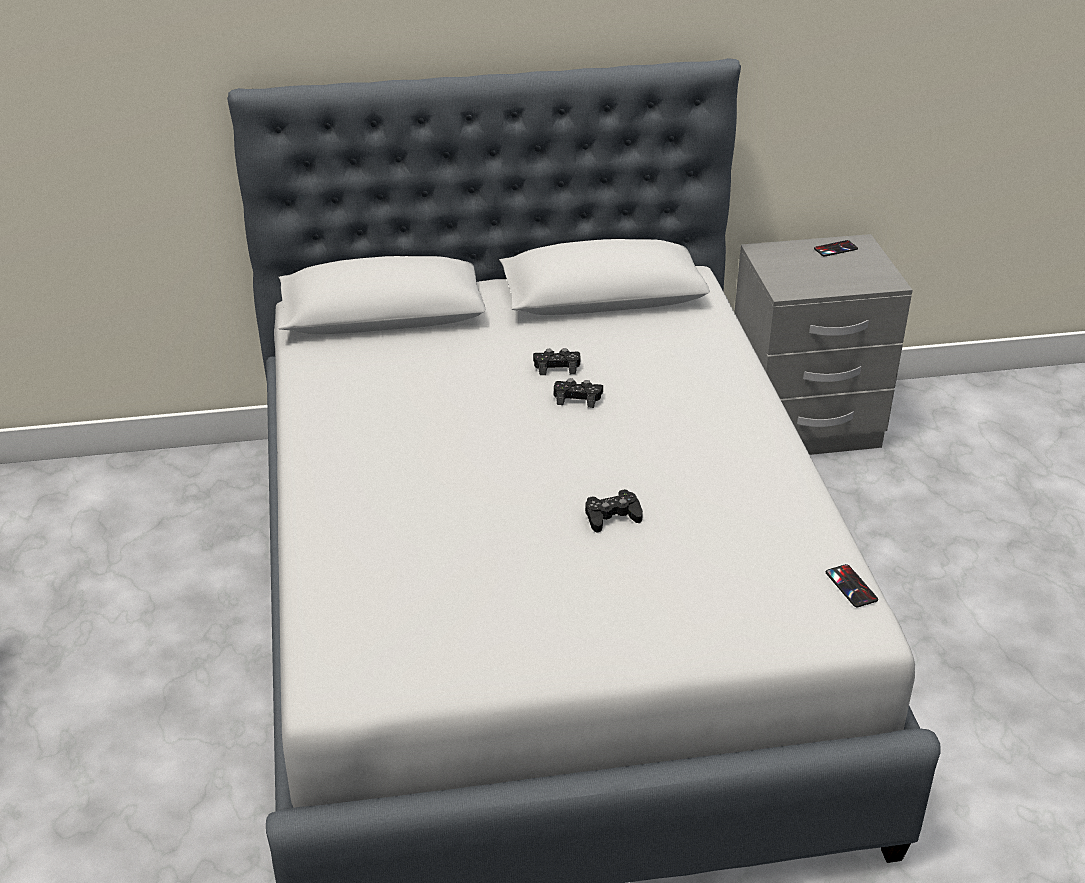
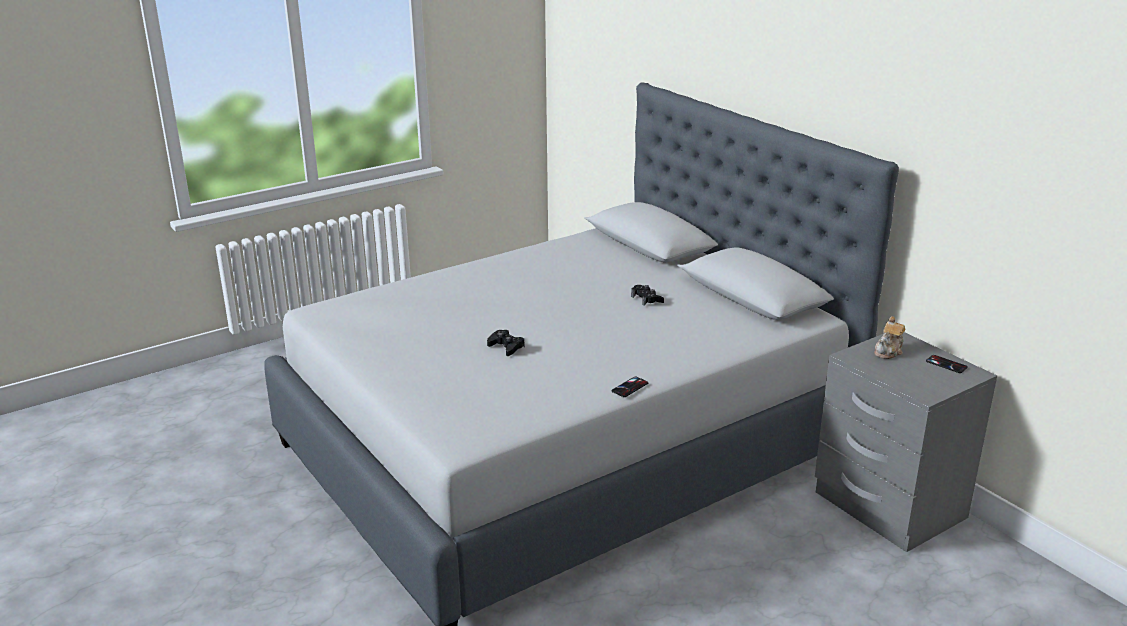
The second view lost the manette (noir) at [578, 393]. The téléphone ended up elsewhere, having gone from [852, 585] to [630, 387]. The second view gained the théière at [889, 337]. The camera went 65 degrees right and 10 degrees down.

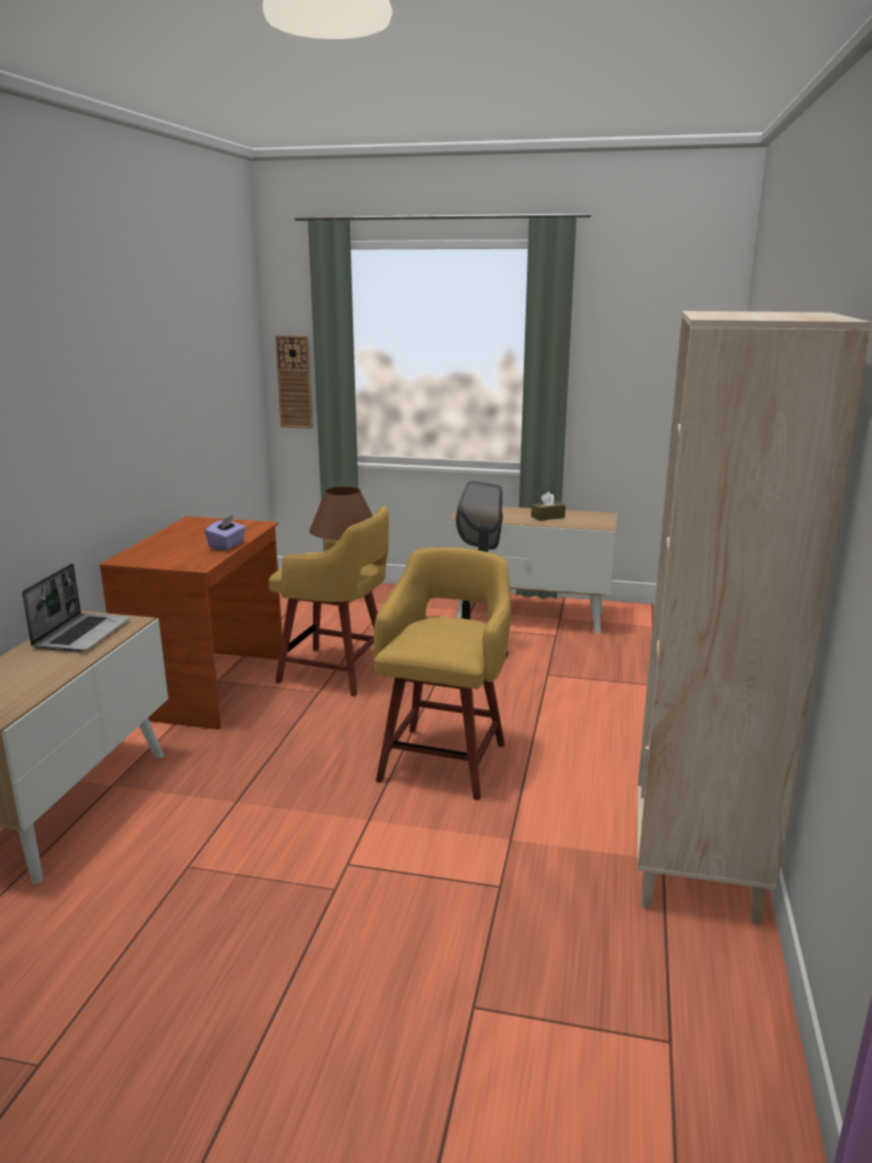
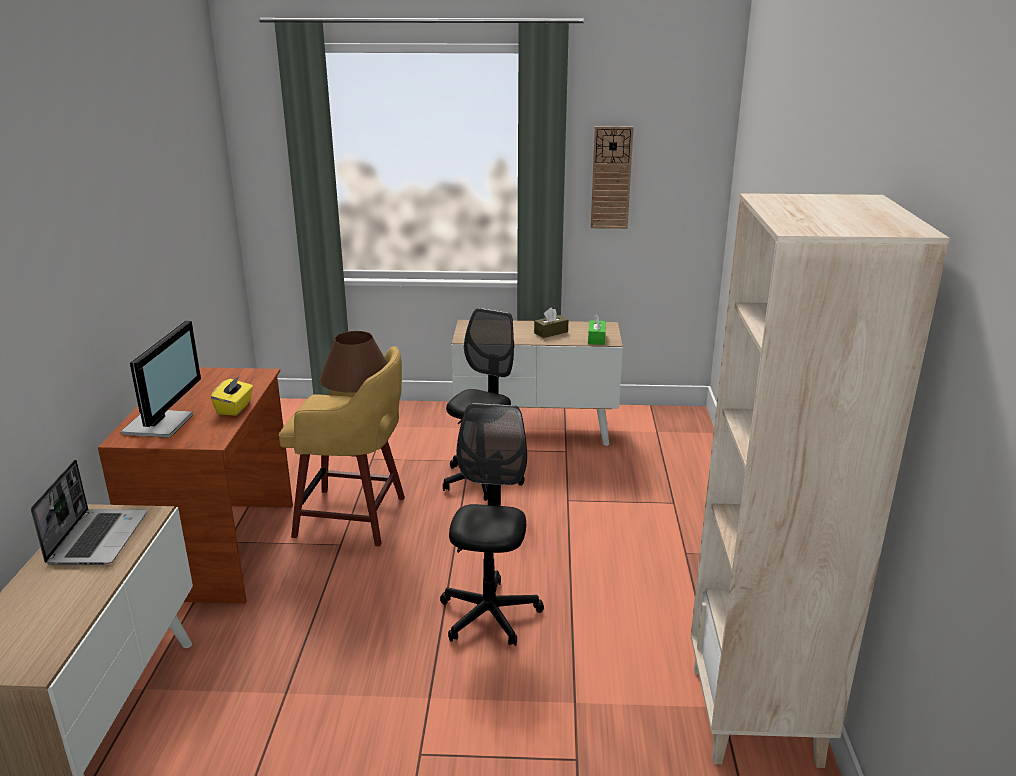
The horloge murale ended up elsewhere, having gone from [294, 382] to [612, 177]. What was the boîte à mouchoirs (violet) at [225, 532] turned into the boîte à mouchoirs (jaune) at [232, 396]. Where the tabouret (jaune) stood at [442, 673], the chaise de bureau (noir) came to stand at [492, 524]. The second view gained the boîte à mouchoirs (vert) at [597, 329]. The second view gained the écran d'ordinateur at [161, 379]. The camera went 10 degrees left and 5 degrees up.

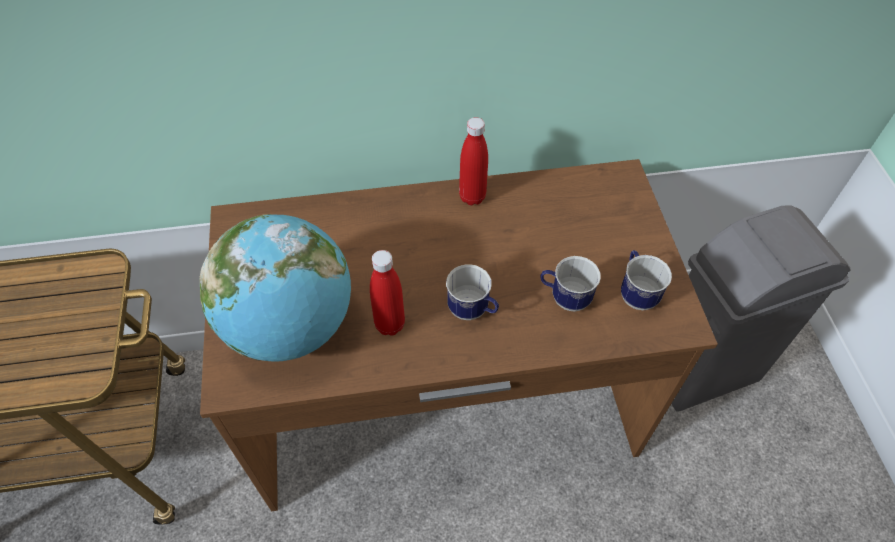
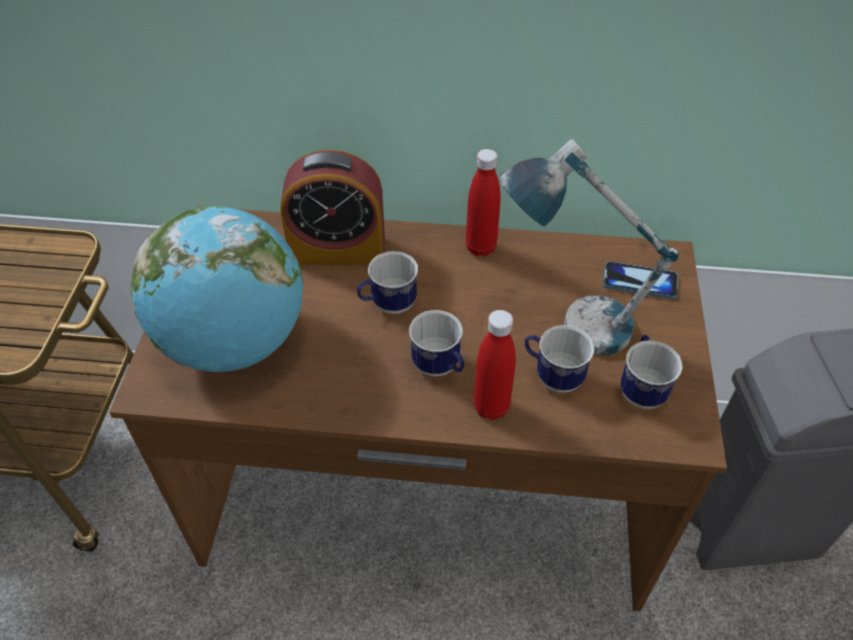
The bouteille (rouge) ended up elsewhere, having gone from [387, 293] to [494, 365]. The second view gained the lampe de table at [589, 247]. The second view gained the réveil at [333, 207]. The second view gained the mug at [387, 282]. The second view gained the téléphone at [640, 280]. The camera went 15 degrees right and 5 degrees down.

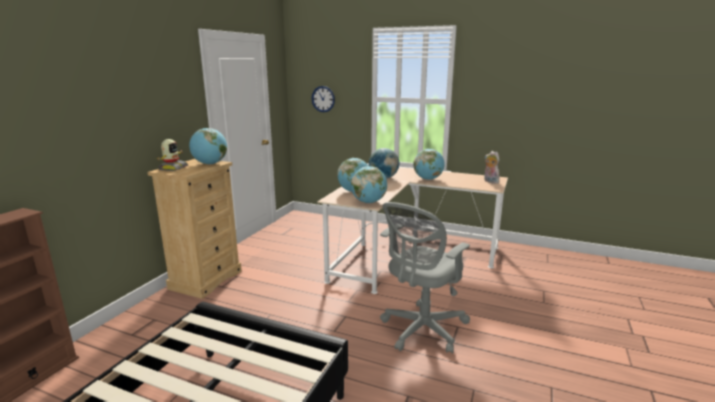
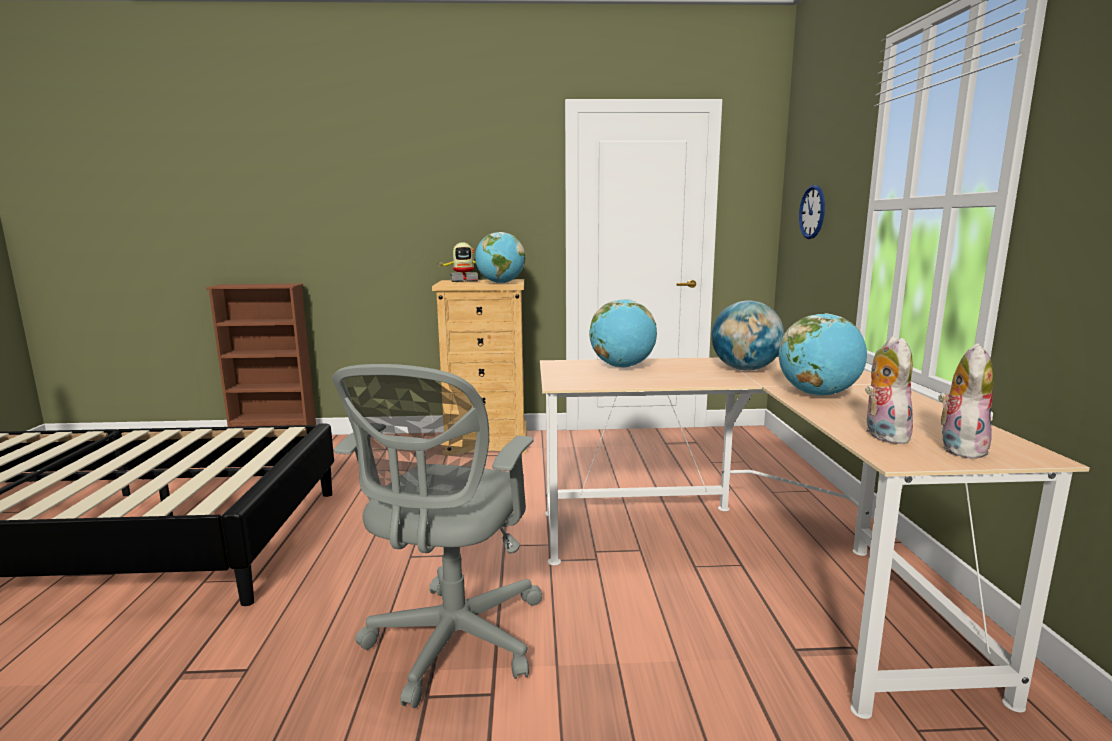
The second view lost the globe at [369, 184]. The chaise de bureau (gris) at [425, 278] ended up facing another way, 90 degrees counterclockwise from before. The second view gained the peluche at [889, 390]. The camera went 65 degrees right and 5 degrees down.

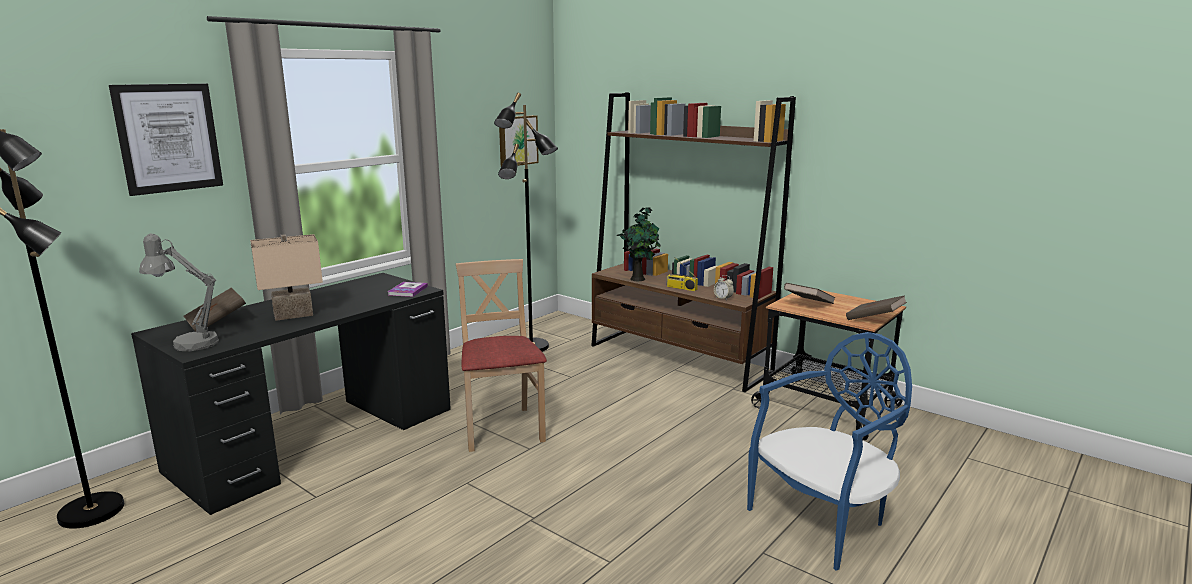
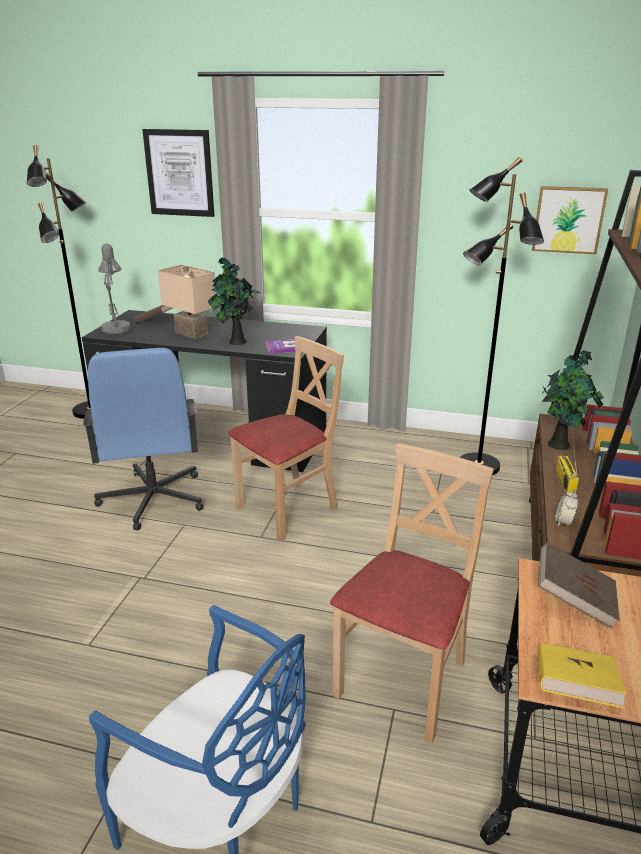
What was the livre (marron) at [876, 307] turned into the livre (jaune) at [582, 675]. The second view gained the plante en pot at [233, 301]. The second view gained the chaise de bureau (bleu) at [143, 439]. The second view gained the chaise (beige) at [412, 593]. The camera went 65 degrees right and 10 degrees up.

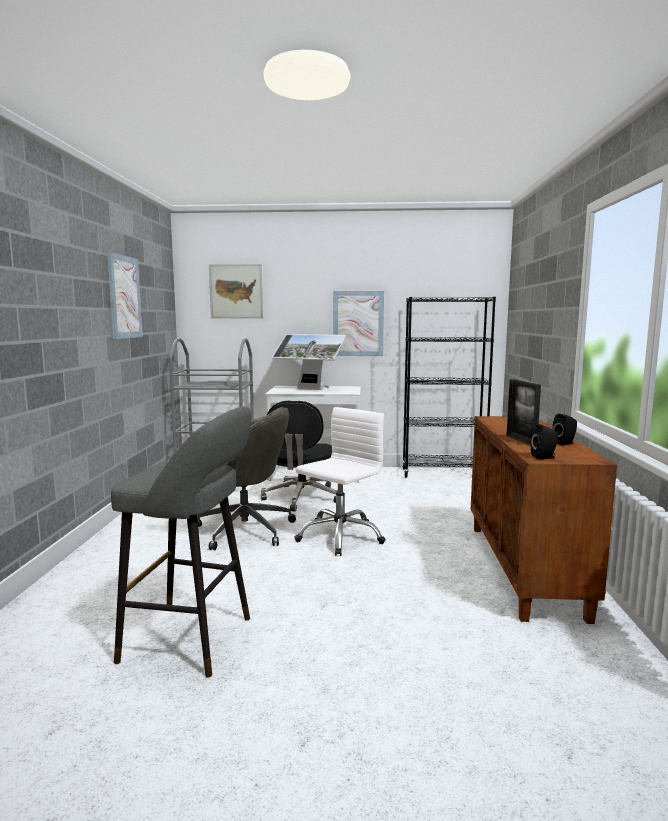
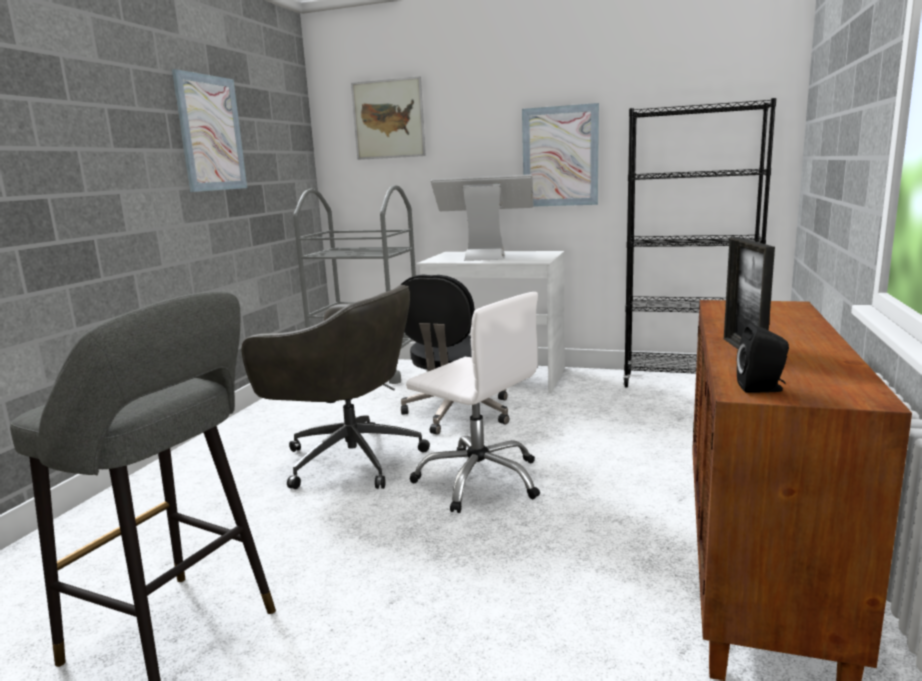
The écran d'ordinateur at [309, 362] ended up facing another way, 150 degrees clockwise from before. The chaise de bureau (blanc) at [340, 481] ended up facing another way, 75 degrees clockwise from before. The second view lost the enceinte (noir) at [564, 429]. The camera went 15 degrees right and 5 degrees up.

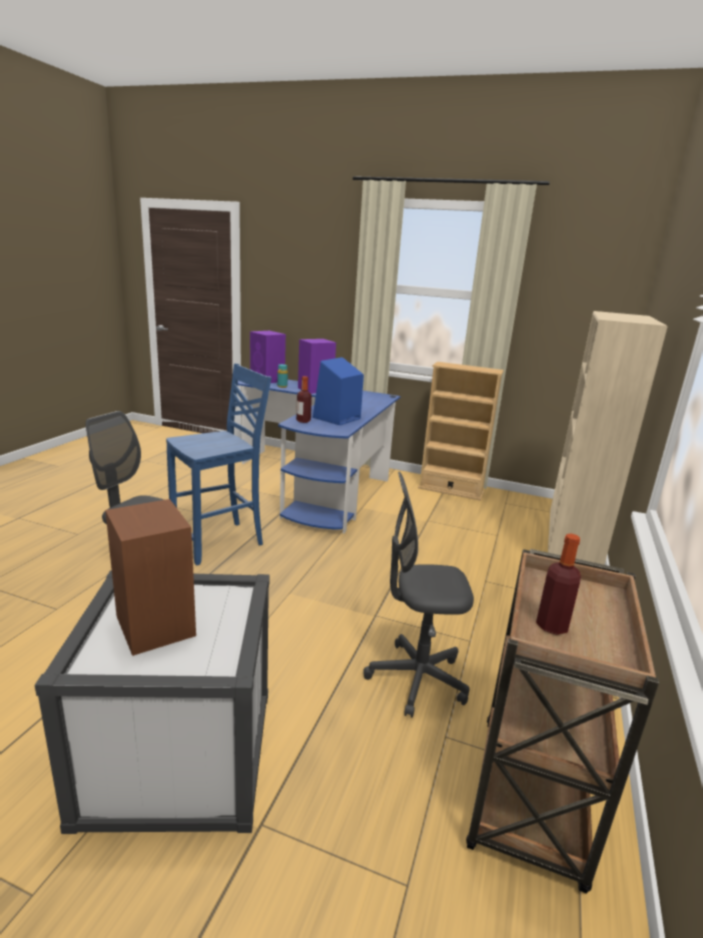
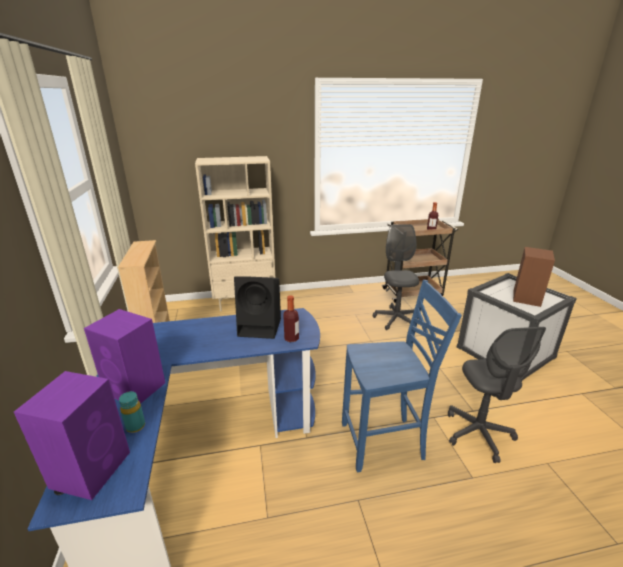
What was the enceinte (bleu) at [338, 391] turned into the enceinte (noir) at [257, 307]. The chaise (bleu) at [219, 464] ended up facing another way, 150 degrees clockwise from before. The chaise de bureau (gris) at [418, 595] ended up facing another way, 150 degrees counterclockwise from before. The camera went 120 degrees left and 5 degrees up.

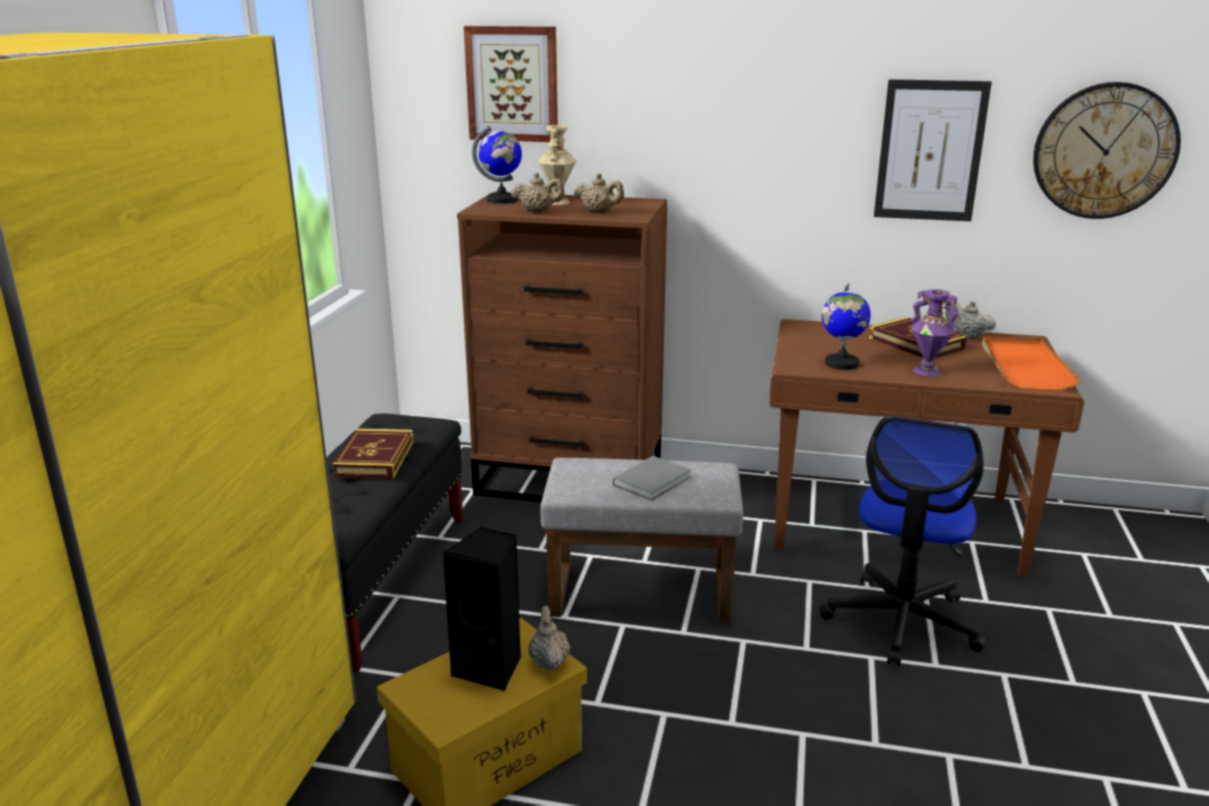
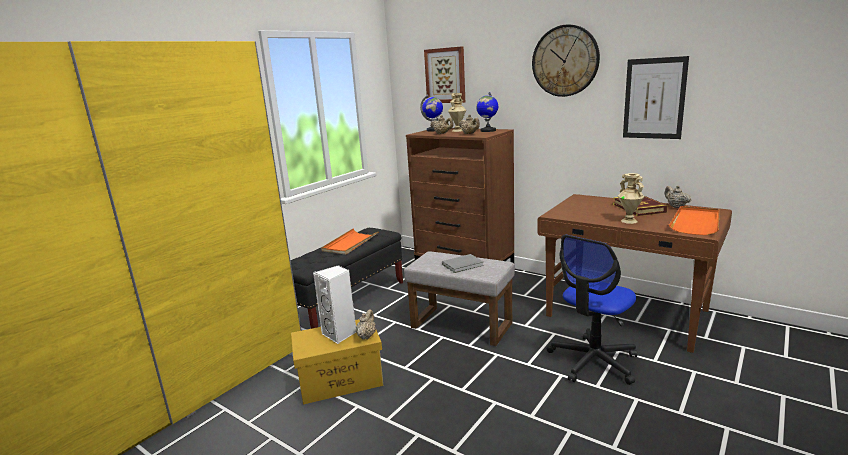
The horloge murale ended up elsewhere, having gone from [1107, 150] to [566, 61]. The globe ended up elsewhere, having gone from [846, 326] to [487, 112]. What was the vase (violet) at [935, 332] turned into the vase (beige) at [631, 198]. Where the livre stood at [373, 453], the plateau (orange) came to stand at [350, 241]. What was the enceinte (noir) at [481, 609] turned into the enceinte (blanc) at [334, 304]. The camera went 25 degrees right and 5 degrees down.

